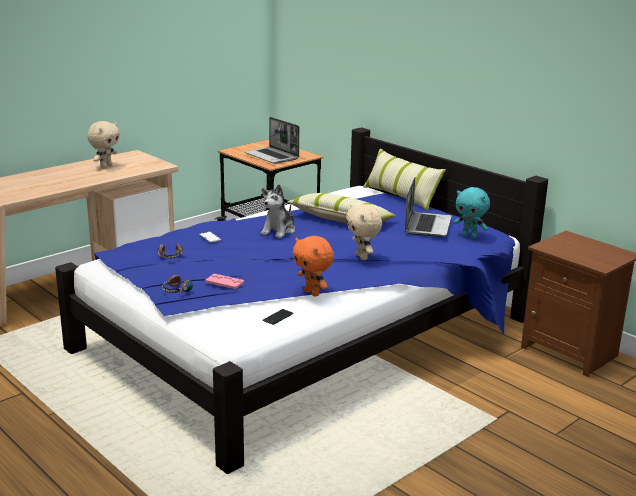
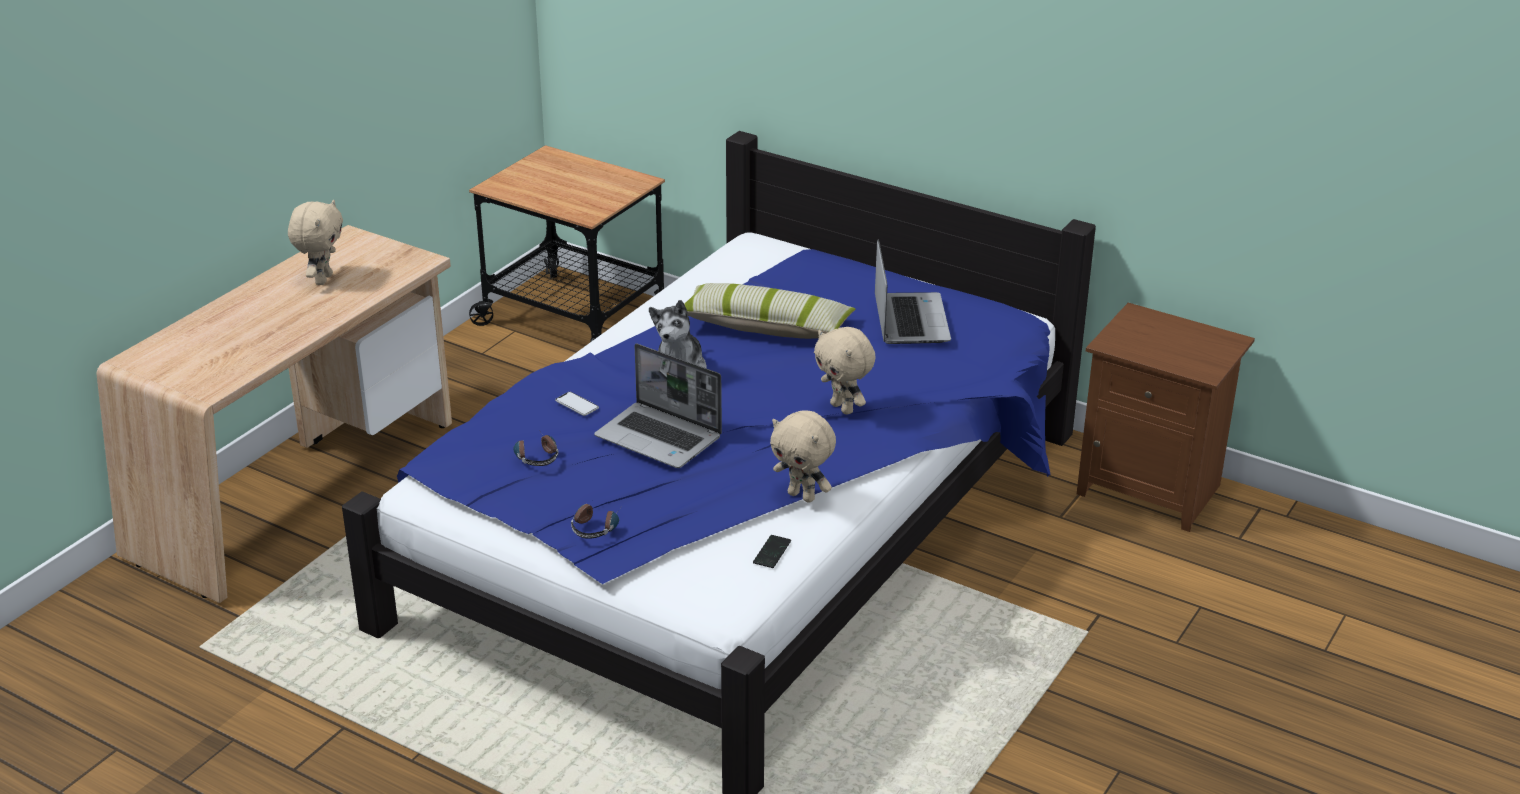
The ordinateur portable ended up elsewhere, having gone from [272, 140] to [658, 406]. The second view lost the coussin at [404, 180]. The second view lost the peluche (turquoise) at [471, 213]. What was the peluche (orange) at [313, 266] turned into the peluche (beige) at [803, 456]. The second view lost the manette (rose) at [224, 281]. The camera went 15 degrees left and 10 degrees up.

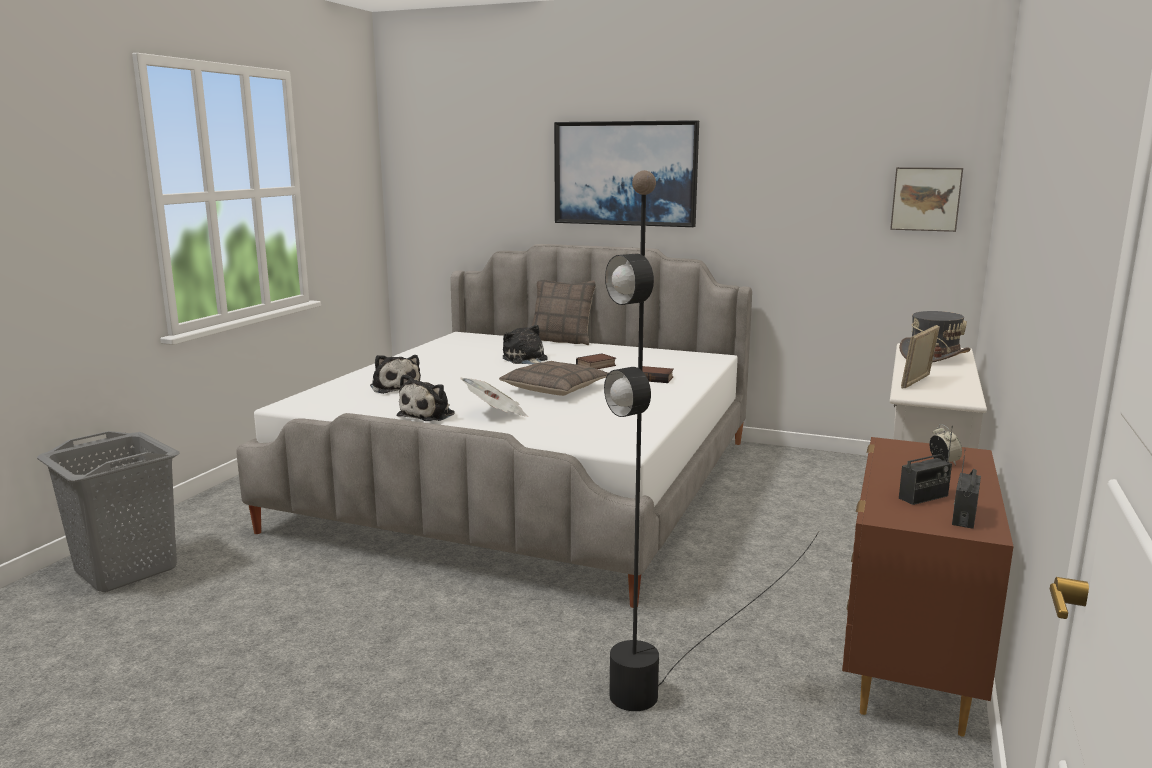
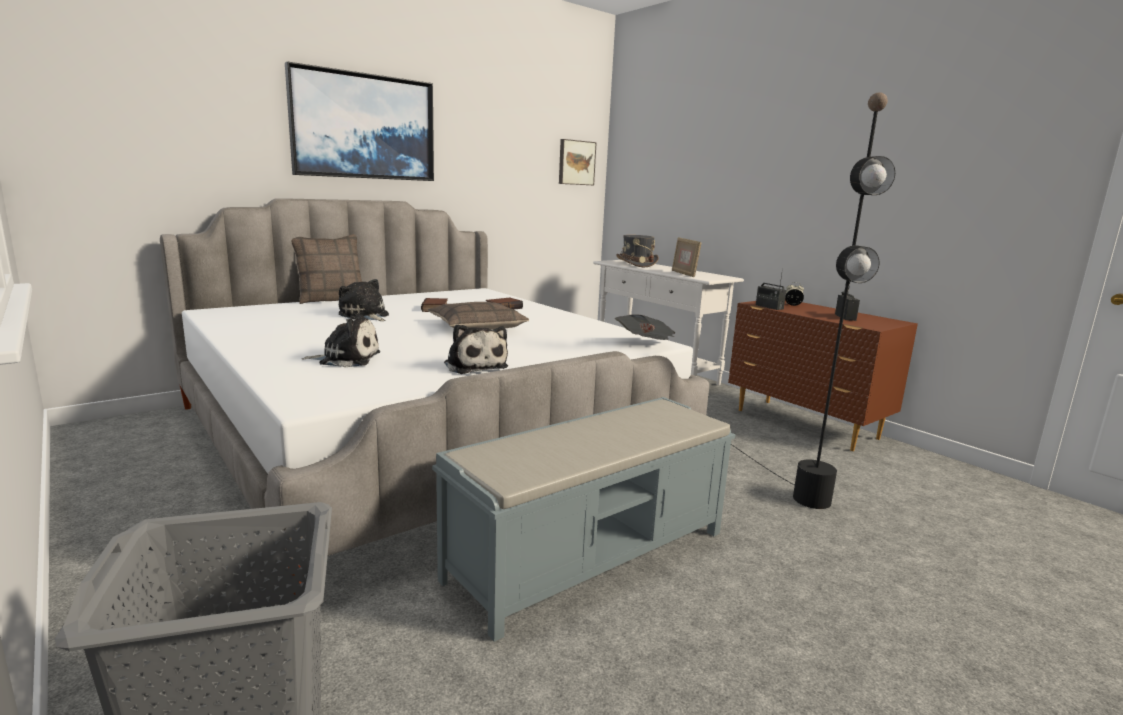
The peluche at [525, 344] ended up facing another way, 45 degrees clockwise from before. The journal ended up elsewhere, having gone from [494, 397] to [645, 327]. The radio ended up elsewhere, having gone from [966, 489] to [771, 289]. The second view gained the banc (gris) at [583, 519]. The camera went 60 degrees left and 0 degrees up.

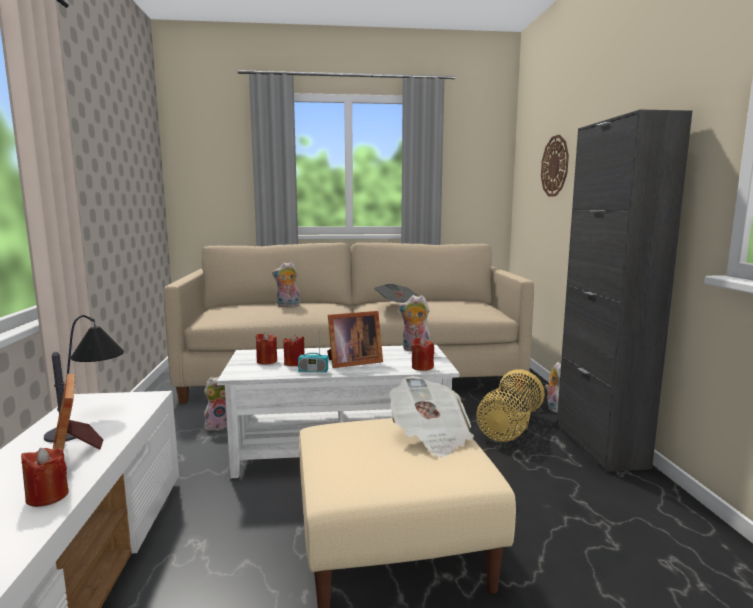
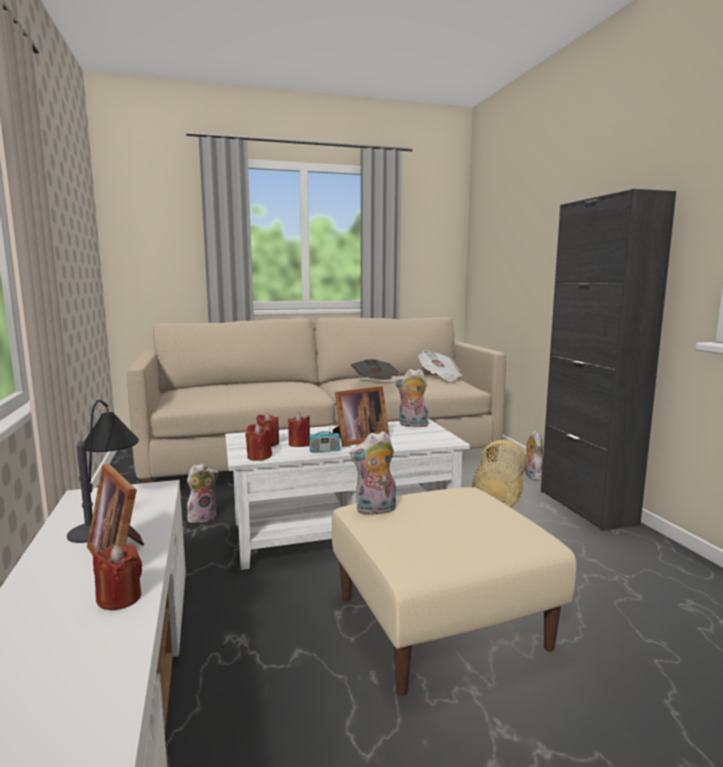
The second view lost the horloge murale at [555, 166]. The peluche ended up elsewhere, having gone from [286, 284] to [373, 473]. The bougie (rouge) ended up elsewhere, having gone from [423, 354] to [258, 442]. The journal ended up elsewhere, having gone from [432, 417] to [440, 365]. The camera went 10 degrees left and 0 degrees up.

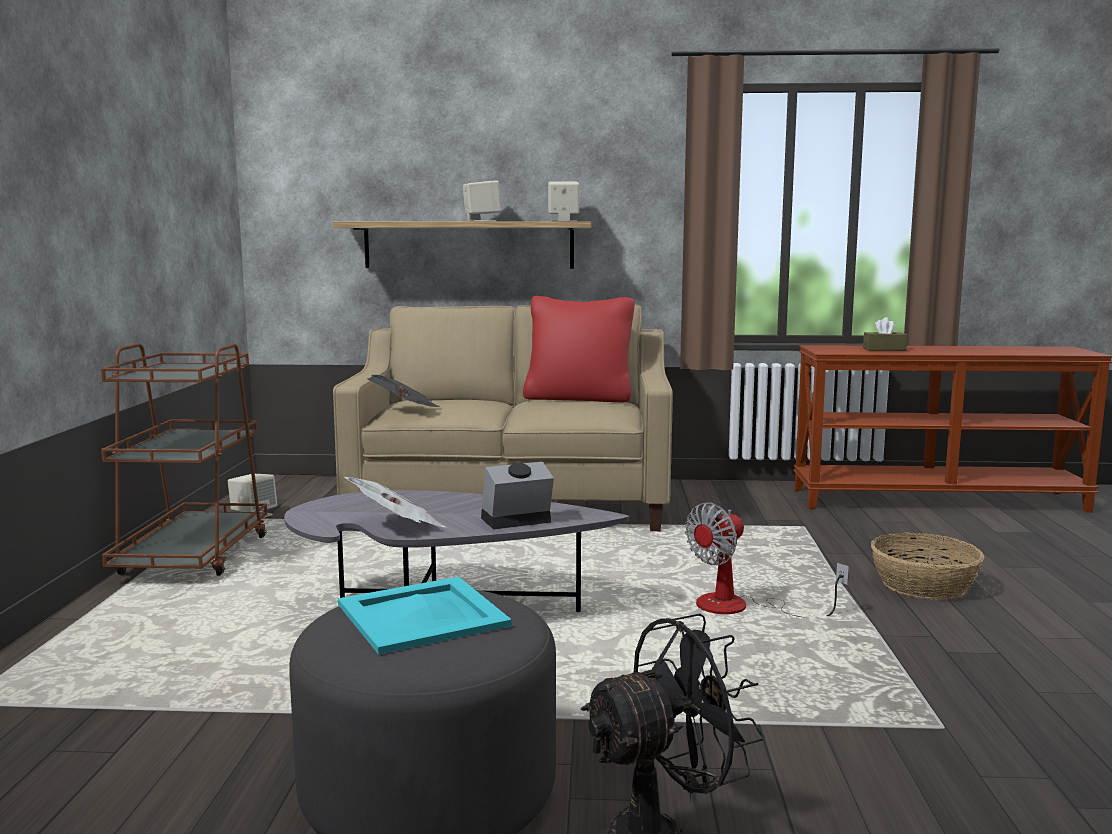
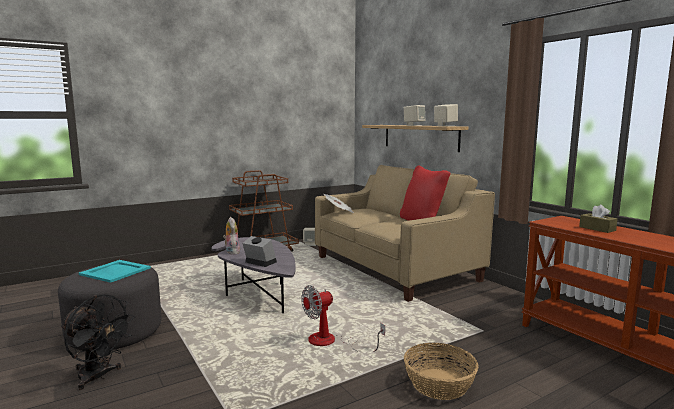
Where the journal stood at [395, 502], the peluche came to stand at [231, 236]. The ventilateur at [767, 560] ended up facing another way, 45 degrees counterclockwise from before. The camera went 55 degrees right and 0 degrees up.

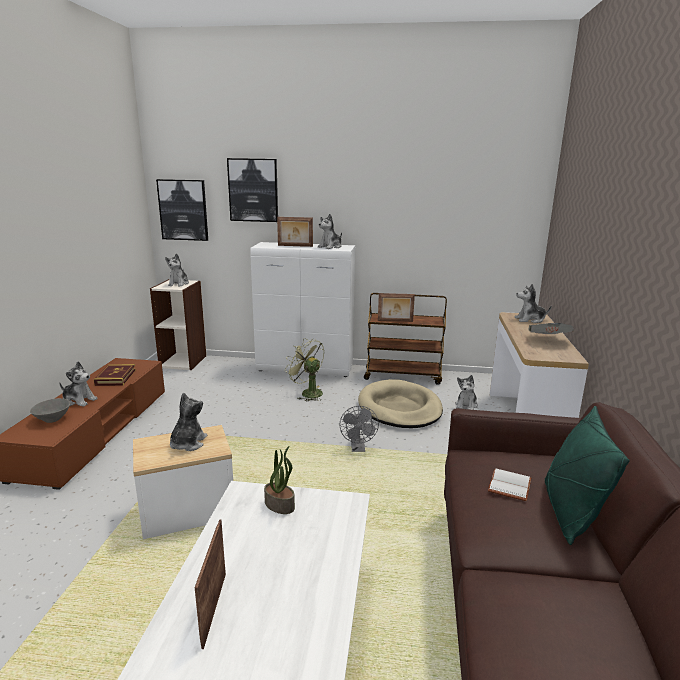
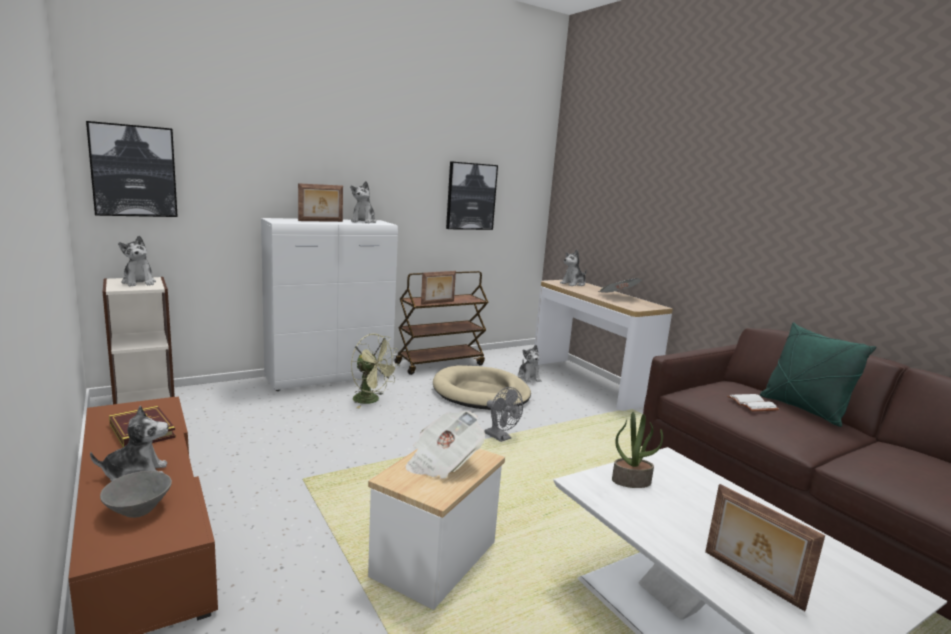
The tableau ended up elsewhere, having gone from [252, 190] to [472, 195]. The ventilateur (vert) at [304, 369] ended up facing another way, 150 degrees counterclockwise from before. Where the peluche stood at [189, 422], the journal came to stand at [445, 445]. The camera went 40 degrees left and 5 degrees down.

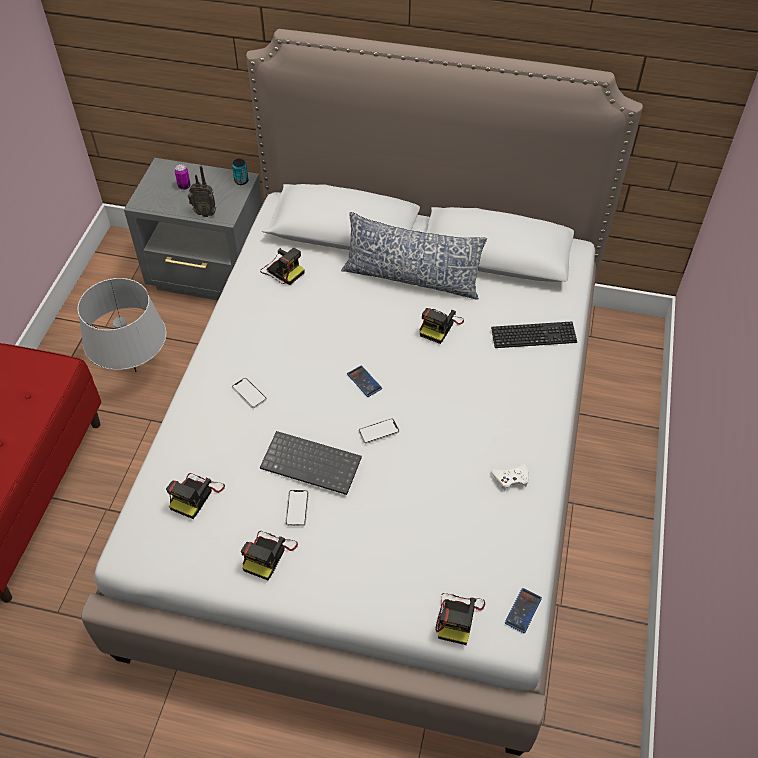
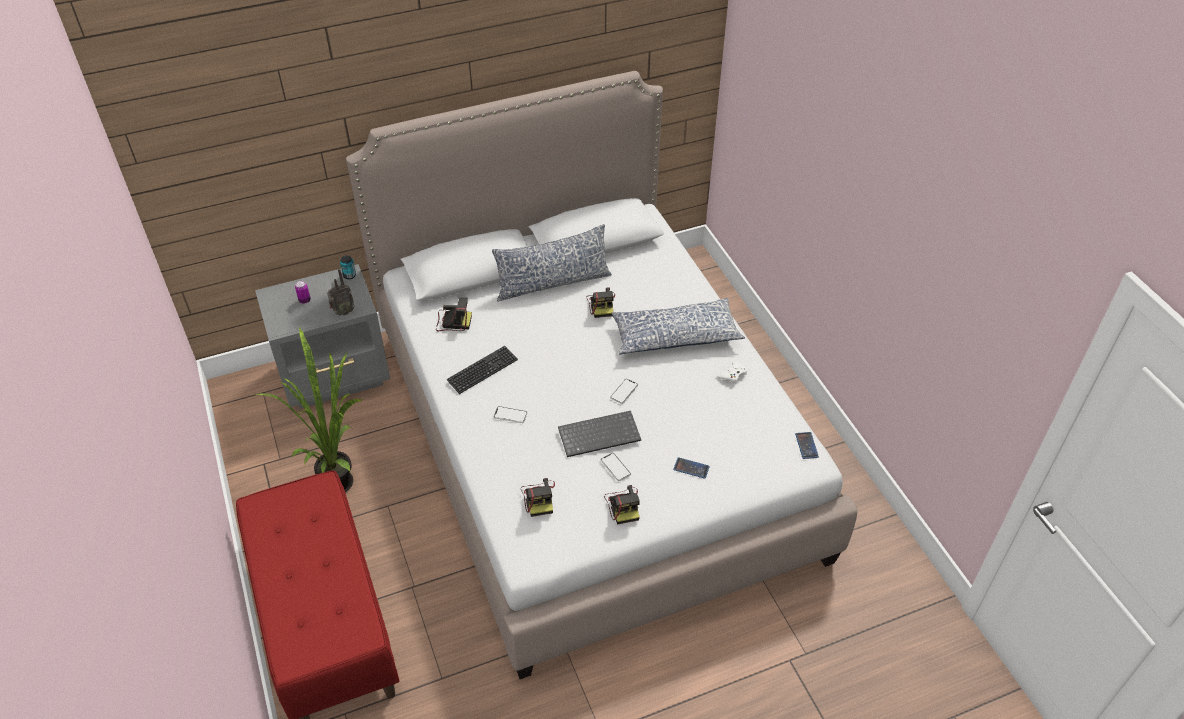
Where the lampe de table (gris) stood at [122, 325], the plante en pot came to stand at [309, 409]. The clavier ended up elsewhere, having gone from [534, 334] to [482, 370]. The téléphone ended up elsewhere, having gone from [364, 381] to [691, 468]. The second view lost the appareil photo at [460, 619]. The second view gained the coussin at [678, 326]. The camera went 35 degrees left and 5 degrees down.

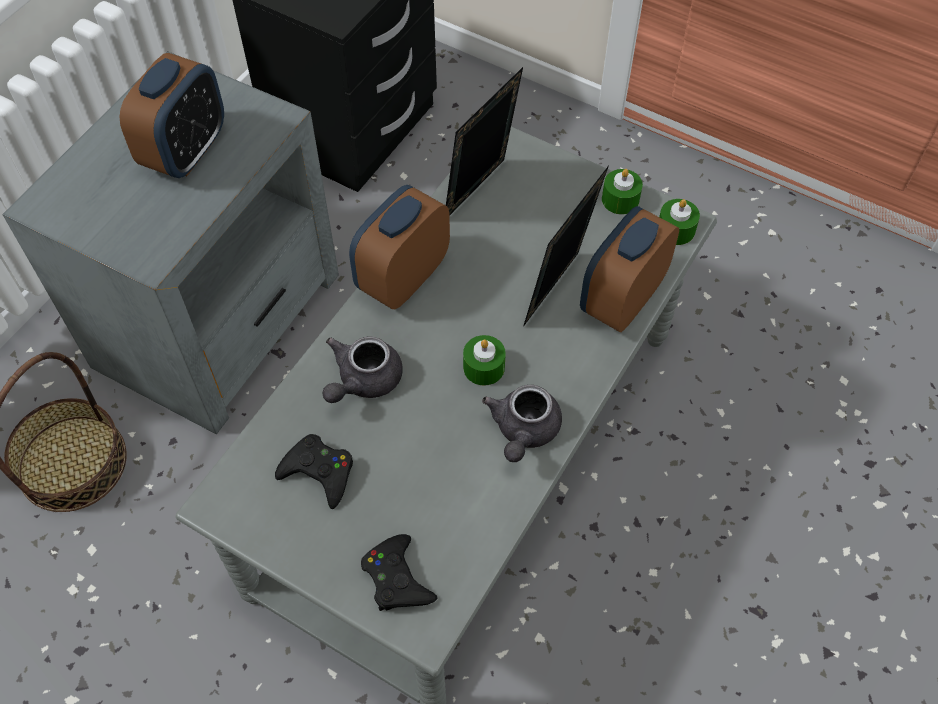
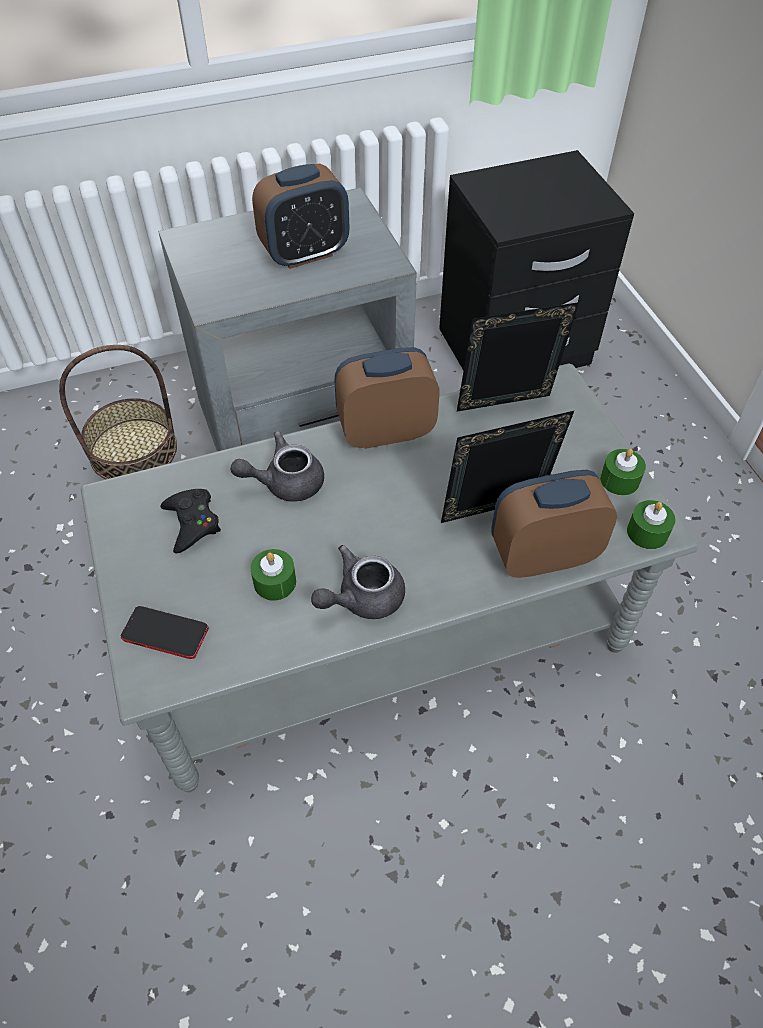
The bougie (vert) ended up elsewhere, having gone from [484, 360] to [273, 575]. Where the manette (noir) stood at [399, 572], the téléphone came to stand at [165, 632]. The camera went 40 degrees right and 5 degrees down.

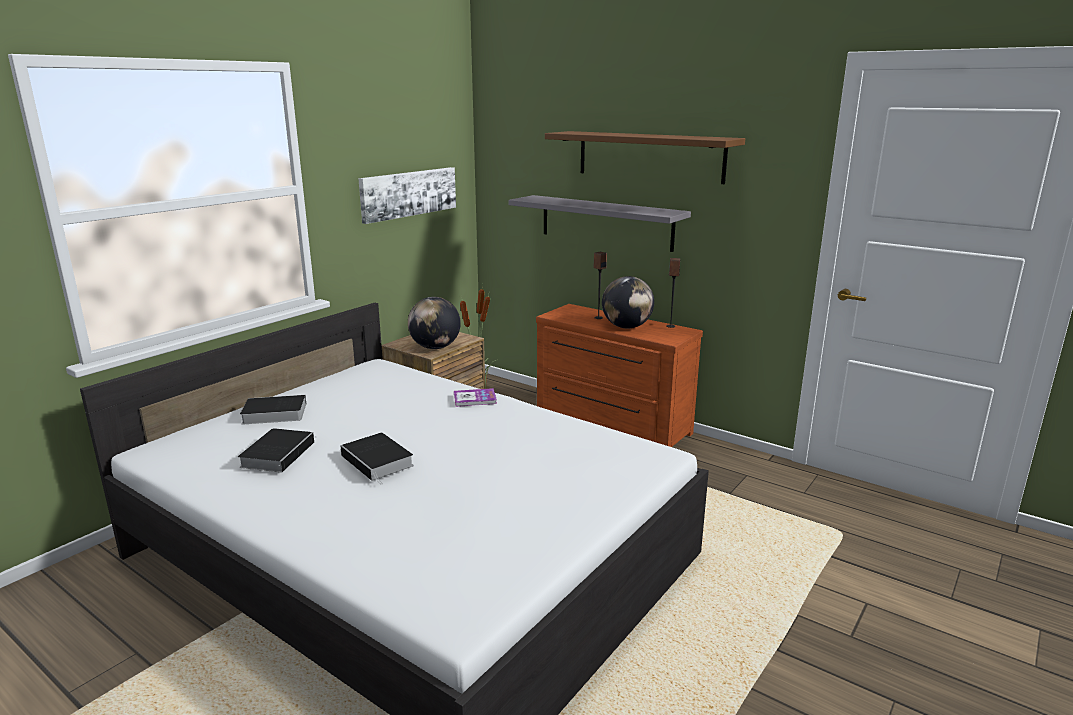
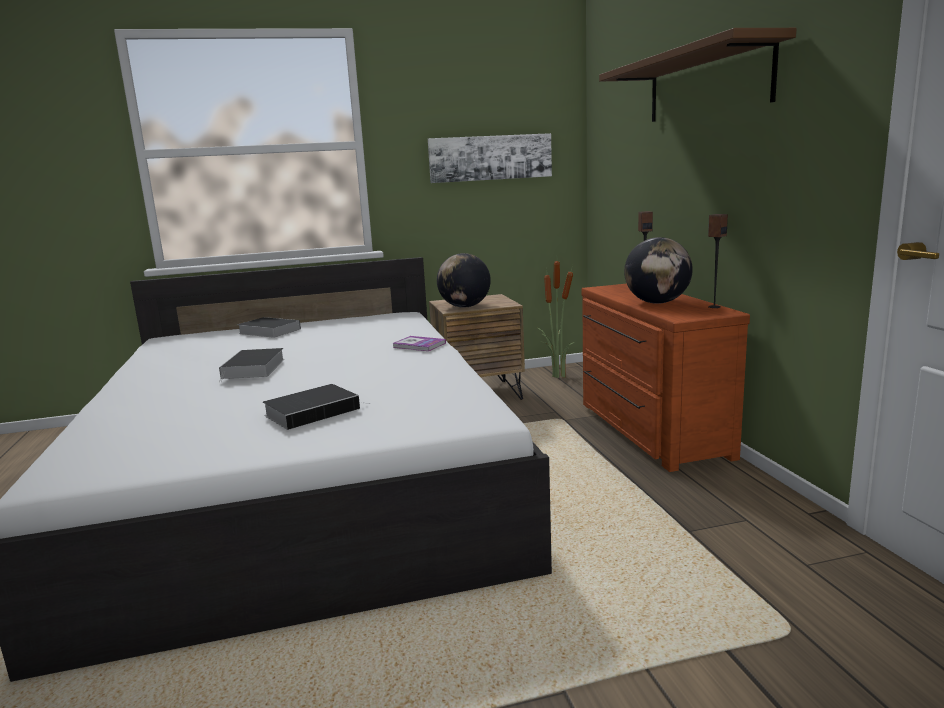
The second view lost the étagère (gris) at [600, 223]. The livre ended up elsewhere, having gone from [277, 450] to [314, 407]. The camera went 40 degrees right and 5 degrees down.

